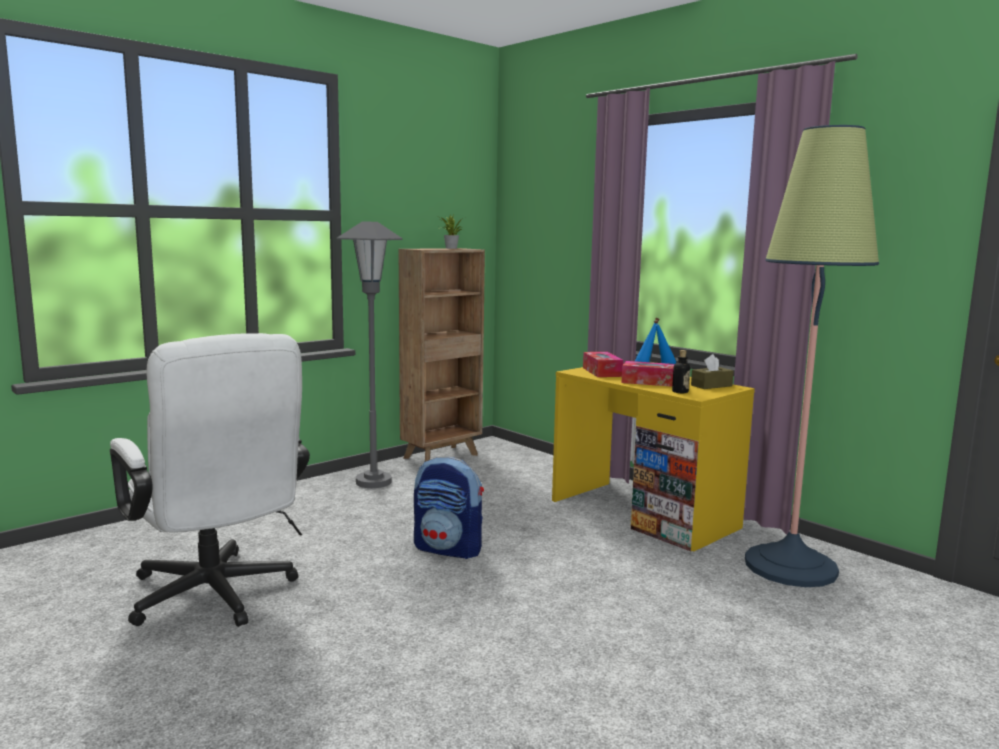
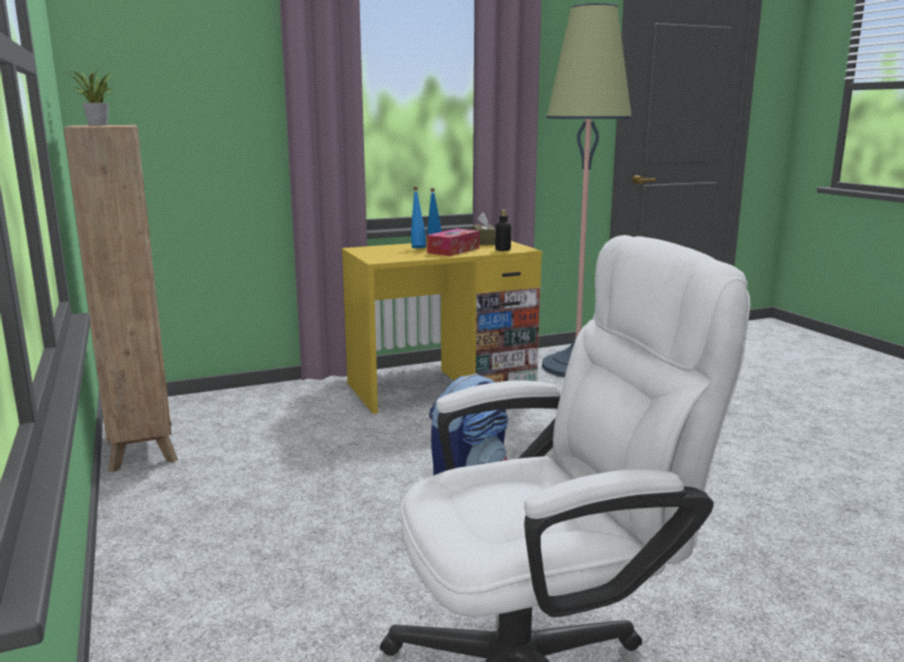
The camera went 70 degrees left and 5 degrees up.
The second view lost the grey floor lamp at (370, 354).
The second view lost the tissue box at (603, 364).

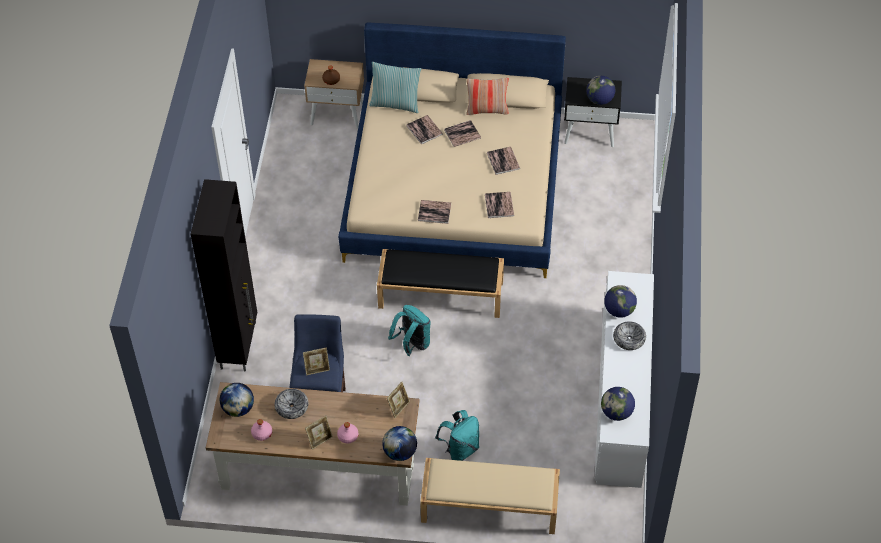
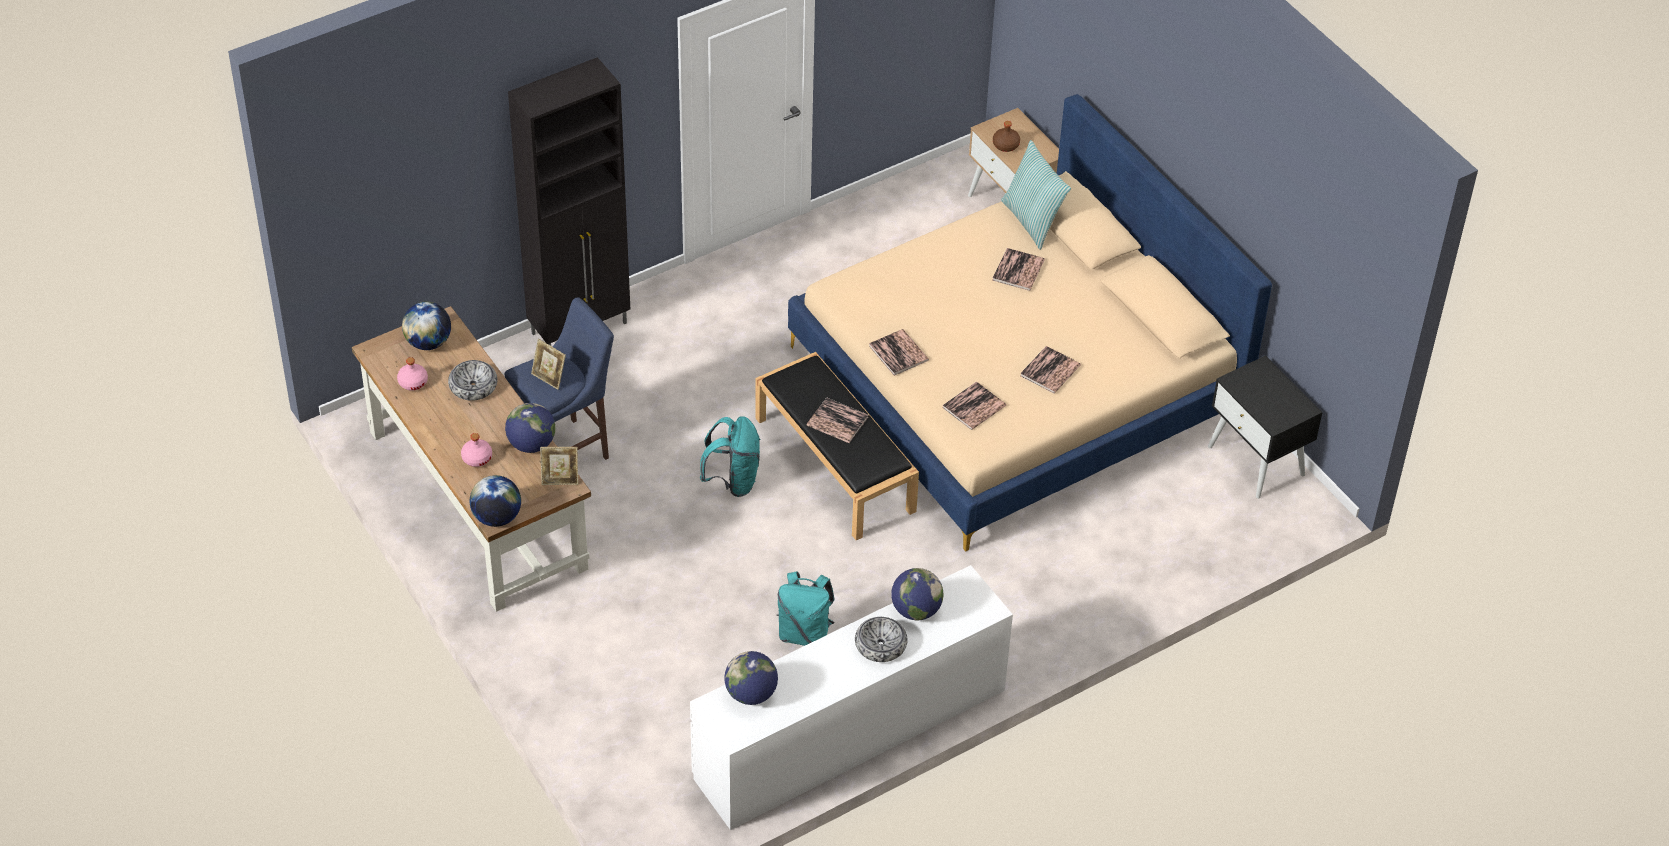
The camera went 50 degrees right and 5 degrees down.
The second view lost the picture frame at (319, 432).
The second view lost the beige bench at (490, 496).
The turquoise backpack ended up elsewhere, having gone from (457, 435) to (806, 608).
The book ended up elsewhere, having gone from (462, 133) to (837, 420).
The second view lost the pillow at (487, 96).
The globe ended up elsewhere, having gone from (600, 90) to (530, 428).

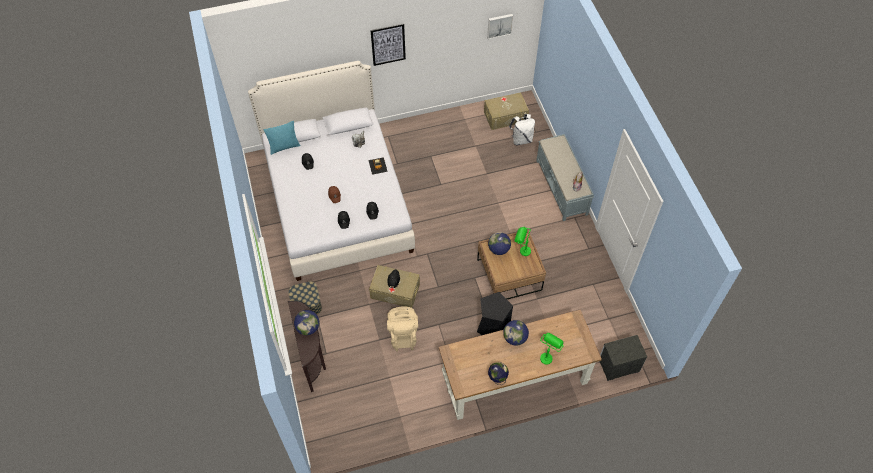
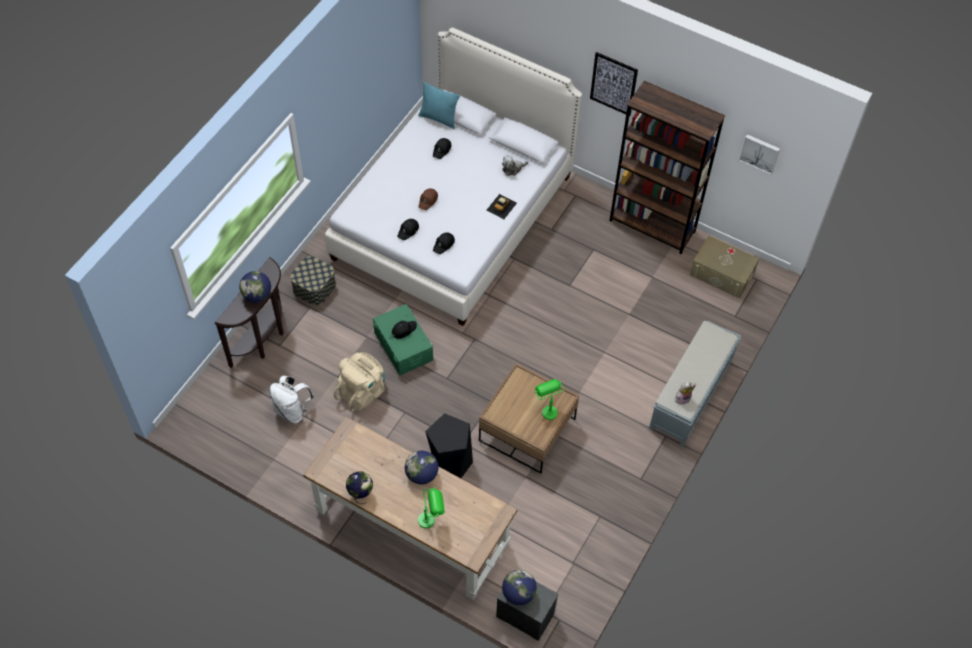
The camera went 45 degrees right and 0 degrees up.
What was the beige storage box at (394, 286) turned into the green storage box at (403, 339).
The globe ended up elsewhere, having gone from (499, 243) to (519, 587).
The white backpack ended up elsewhere, having gone from (522, 129) to (291, 399).
The second view gained the brown bookcase at (667, 167).

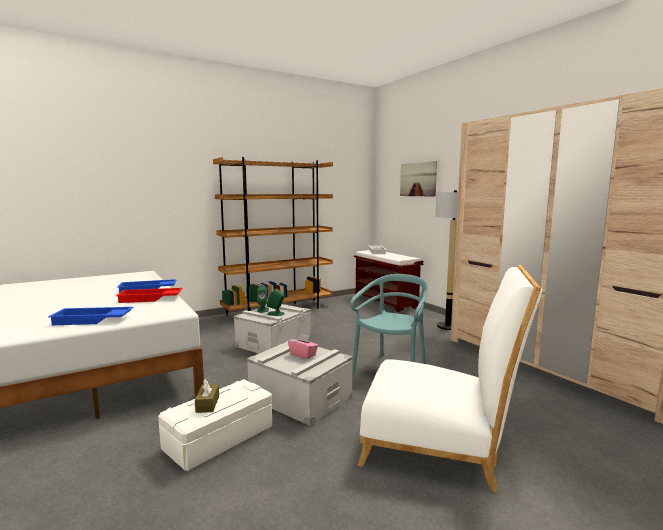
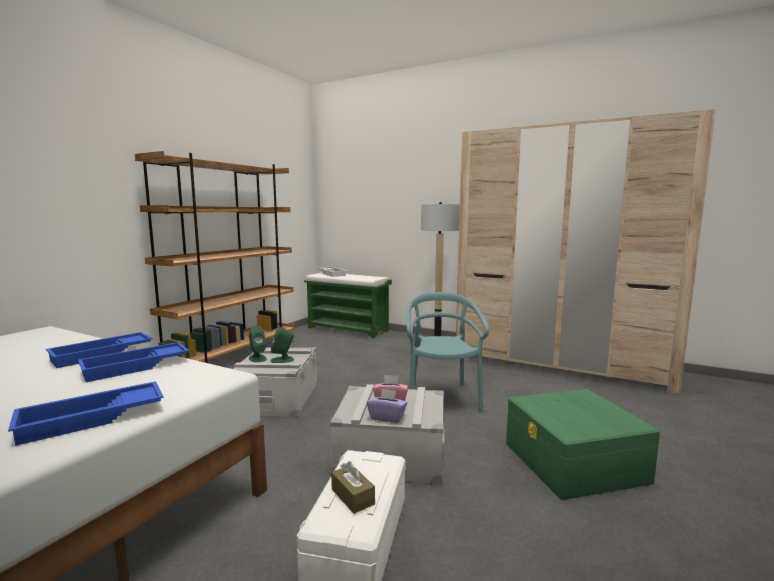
The camera went 30 degrees left and 0 degrees up.
What was the red tray at (149, 295) turned into the blue tray at (133, 362).
What was the brown bench at (389, 281) turned into the green bench at (348, 305).
Where the white chair stood at (449, 378), the green storage box came to stand at (583, 444).
The second view lost the picture at (418, 179).
The second view gained the purple tissue box at (387, 405).

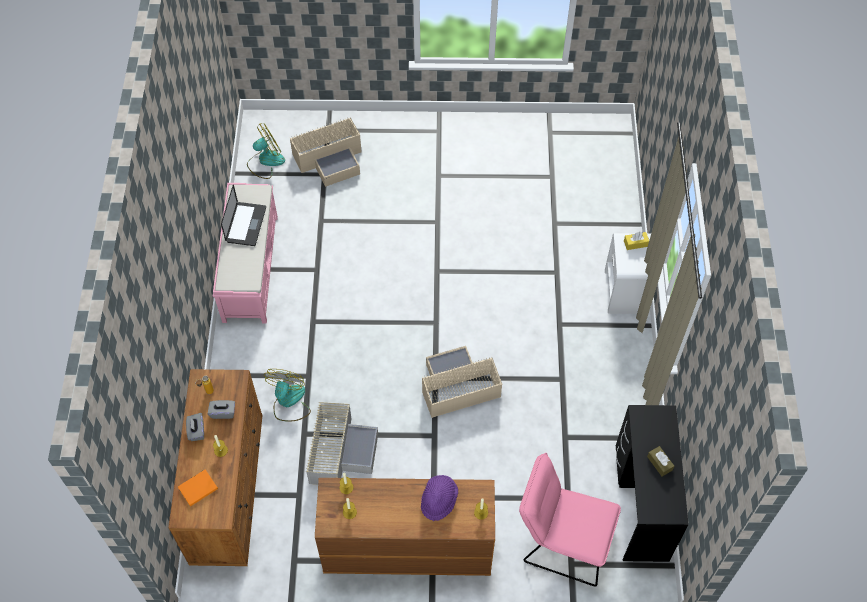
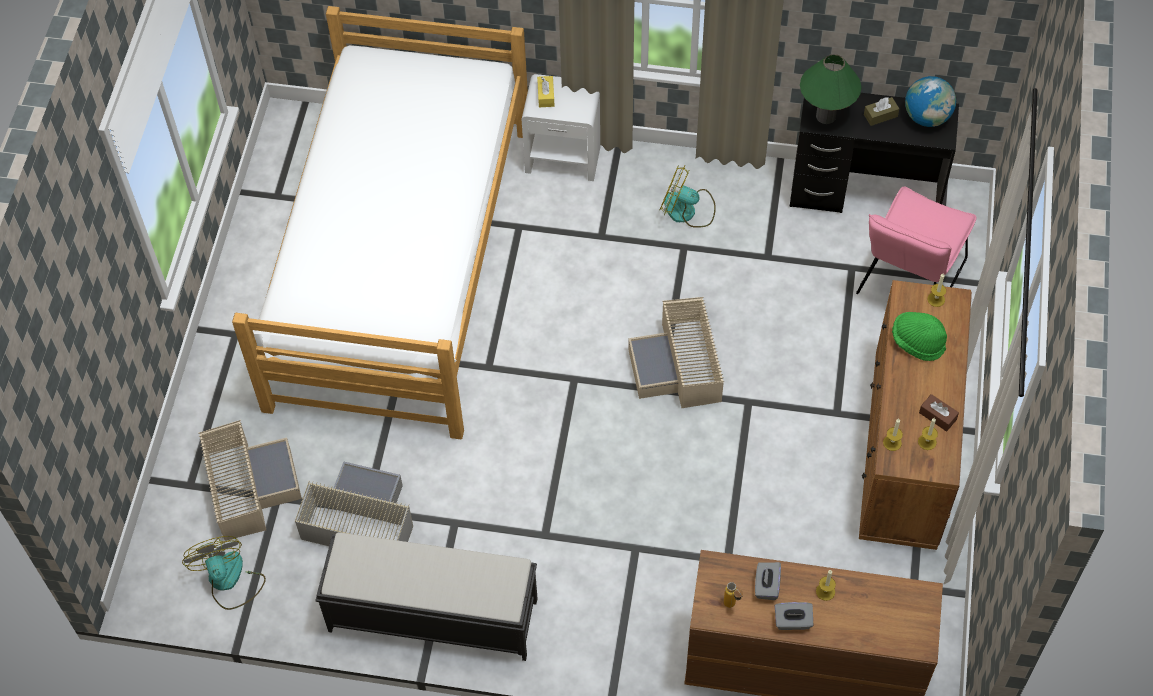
The camera went 80 degrees left and 0 degrees up.
The second view lost the orange book at (198, 488).
What was the pink bench at (245, 253) turned into the black bench at (426, 597).
The second view lost the laptop at (243, 215).
The fan ended up elsewhere, having gone from (287, 395) to (688, 196).
The grey storage box ended up elsewhere, having gone from (342, 443) to (354, 503).
What was the purple hat at (439, 498) turned into the green hat at (919, 336).
The second view gained the bed at (380, 222).
The second view gained the green table lamp at (831, 89).
The second view gained the globe at (930, 101).
The second view gained the brown tissue box at (939, 413).

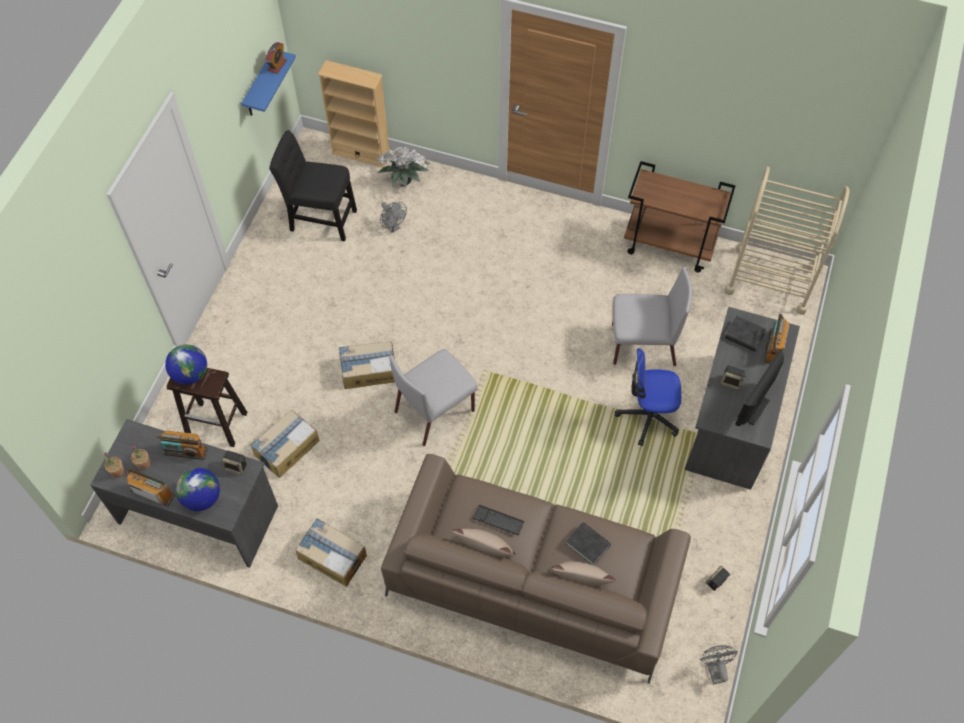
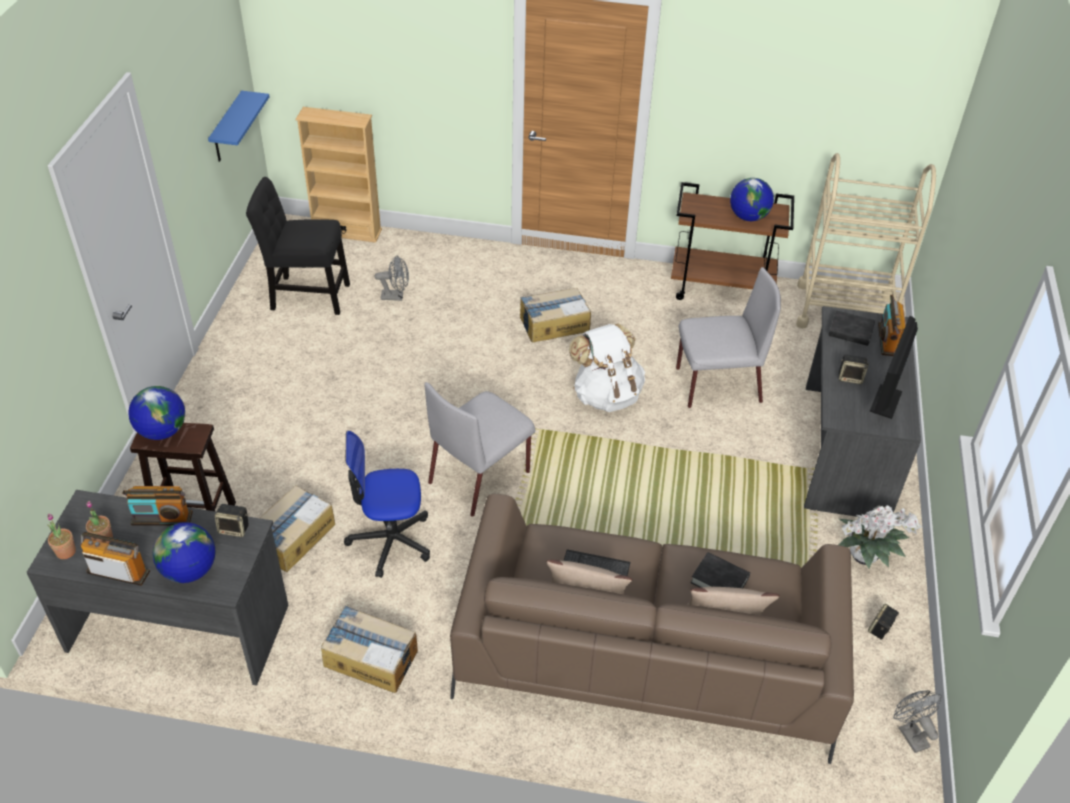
The camera went 10 degrees left and 15 degrees down.
The second view lost the alarm clock at (276, 58).
The cardboard box ended up elsewhere, having gone from (367, 365) to (555, 315).
The potted plant ended up elsewhere, having gone from (403, 166) to (880, 536).
The grey fan at (393, 217) ended up facing another way, 45 degrees counterclockwise from before.
The office chair ended up elsewhere, having gone from (648, 397) to (387, 504).
The second view gained the white backpack at (607, 367).
The second view gained the globe at (752, 199).

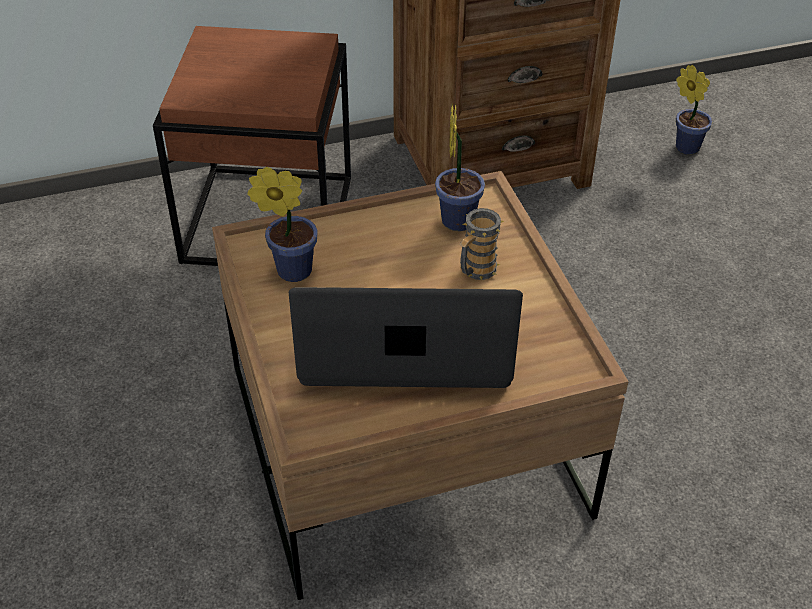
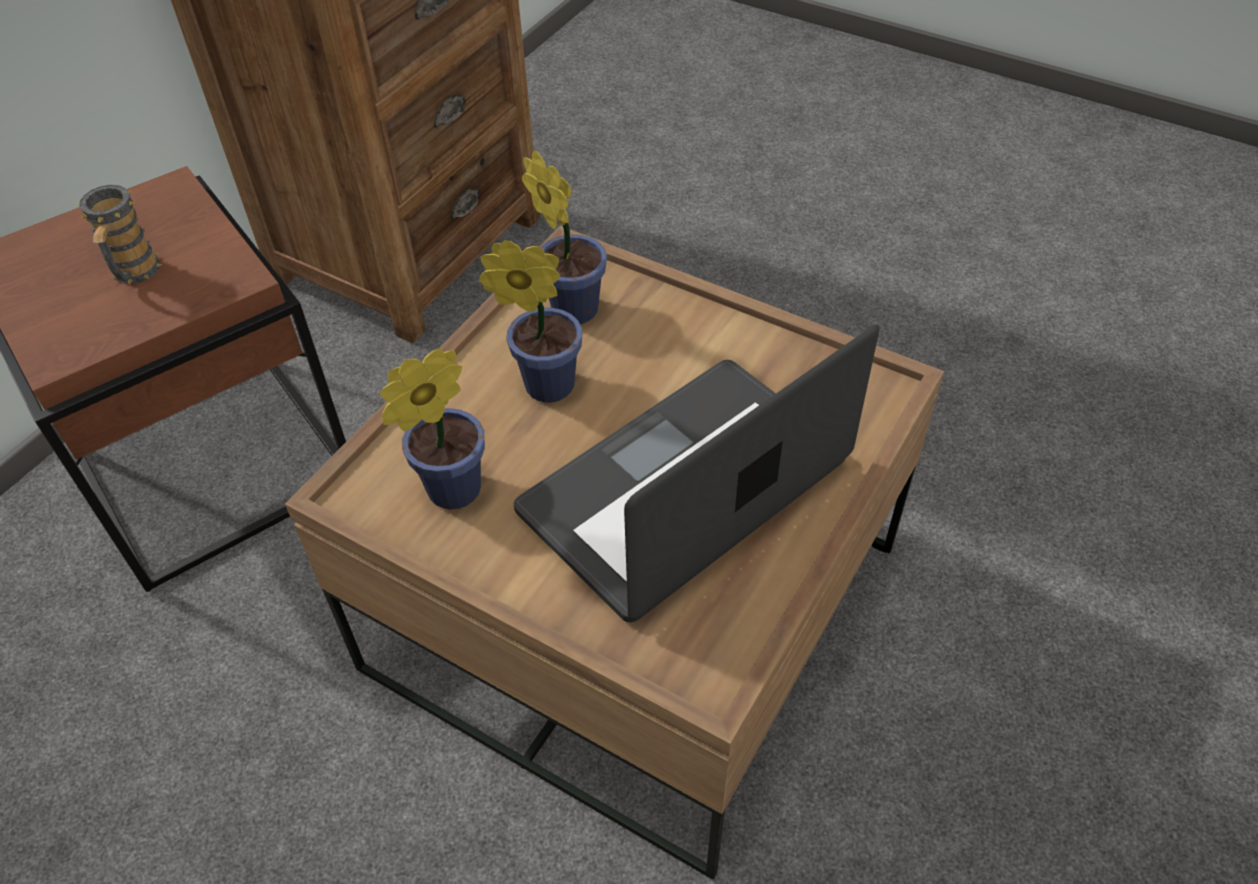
The camera went 40 degrees left and 5 degrees up.
The mug ended up elsewhere, having gone from (481, 244) to (120, 234).
The potted plant ended up elsewhere, having gone from (694, 110) to (530, 321).

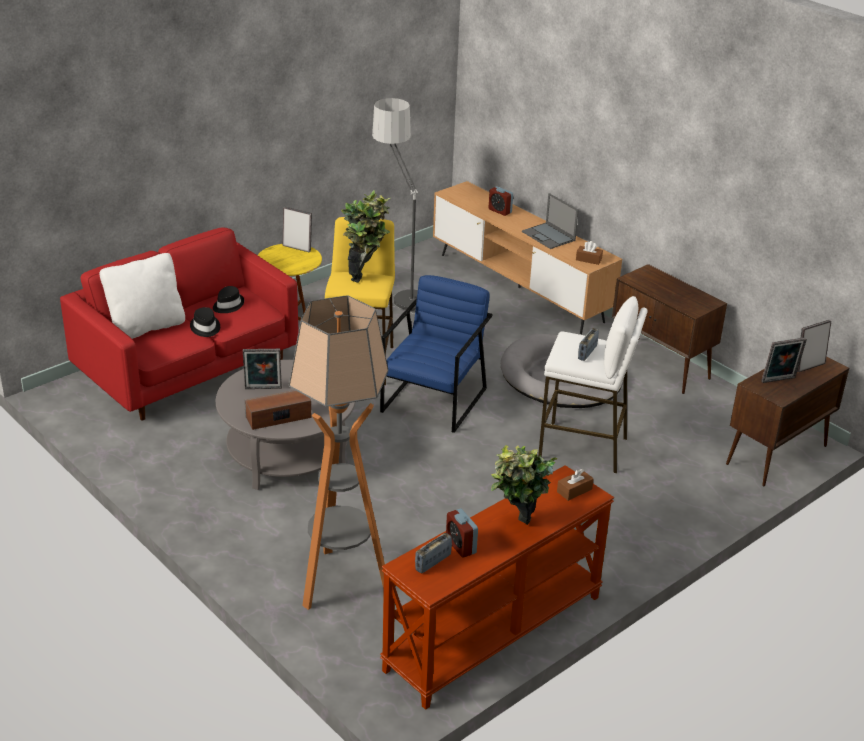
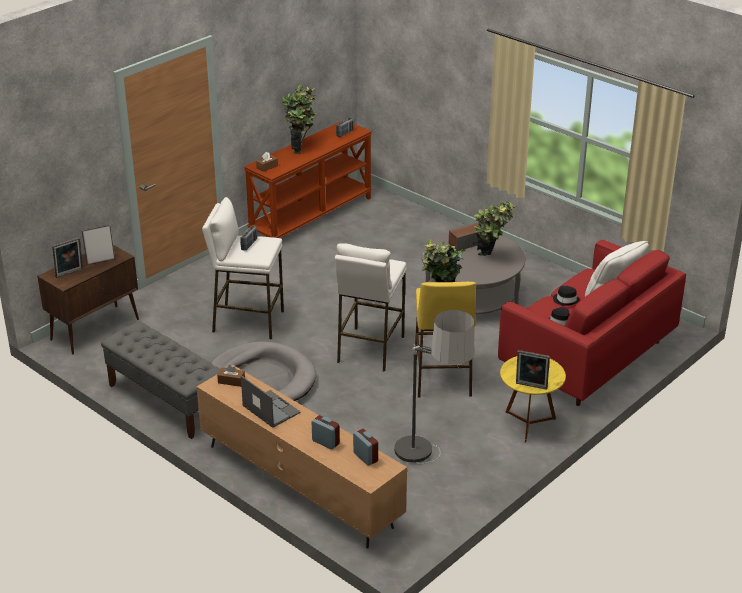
The camera went 175 degrees right and 0 degrees up.
Where the picture frame stood at (262, 369), the potted plant came to stand at (494, 229).
The second view lost the floor lamp at (338, 452).
Where the blue armchair stood at (436, 354), the white stool came to stand at (371, 307).
The alarm clock ended up elsewhere, having gone from (462, 533) to (365, 447).
Where the brown cabinet stood at (669, 329), the grey bench came to stand at (160, 380).

